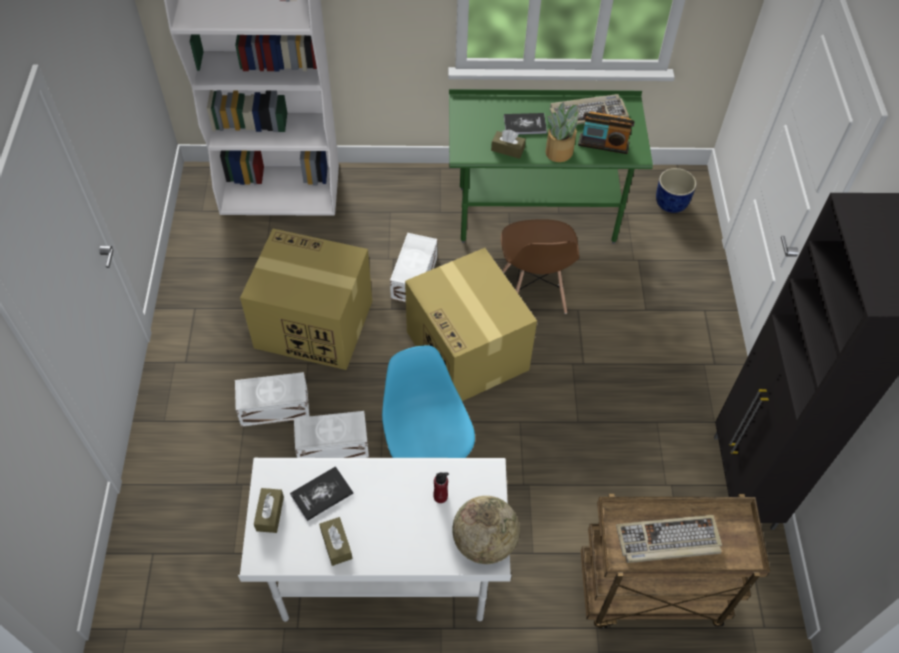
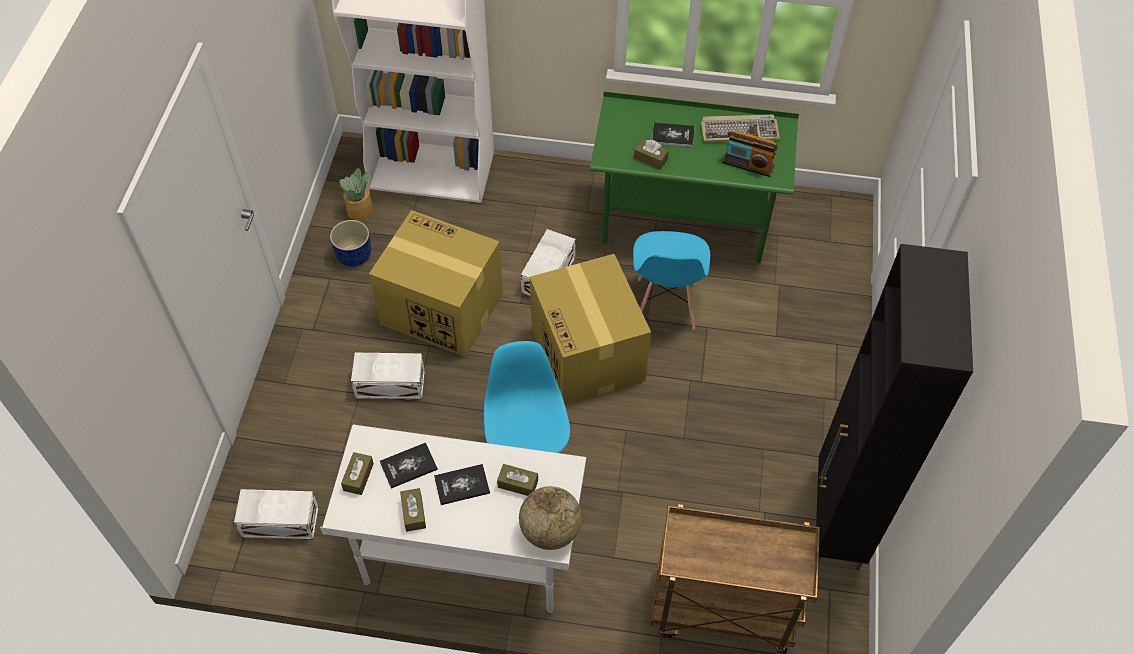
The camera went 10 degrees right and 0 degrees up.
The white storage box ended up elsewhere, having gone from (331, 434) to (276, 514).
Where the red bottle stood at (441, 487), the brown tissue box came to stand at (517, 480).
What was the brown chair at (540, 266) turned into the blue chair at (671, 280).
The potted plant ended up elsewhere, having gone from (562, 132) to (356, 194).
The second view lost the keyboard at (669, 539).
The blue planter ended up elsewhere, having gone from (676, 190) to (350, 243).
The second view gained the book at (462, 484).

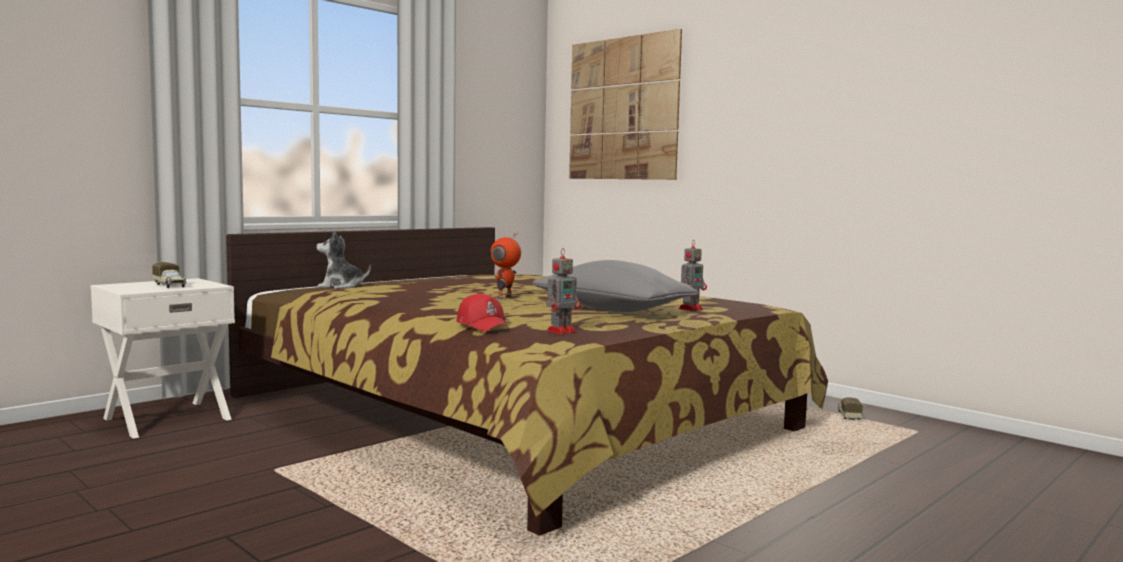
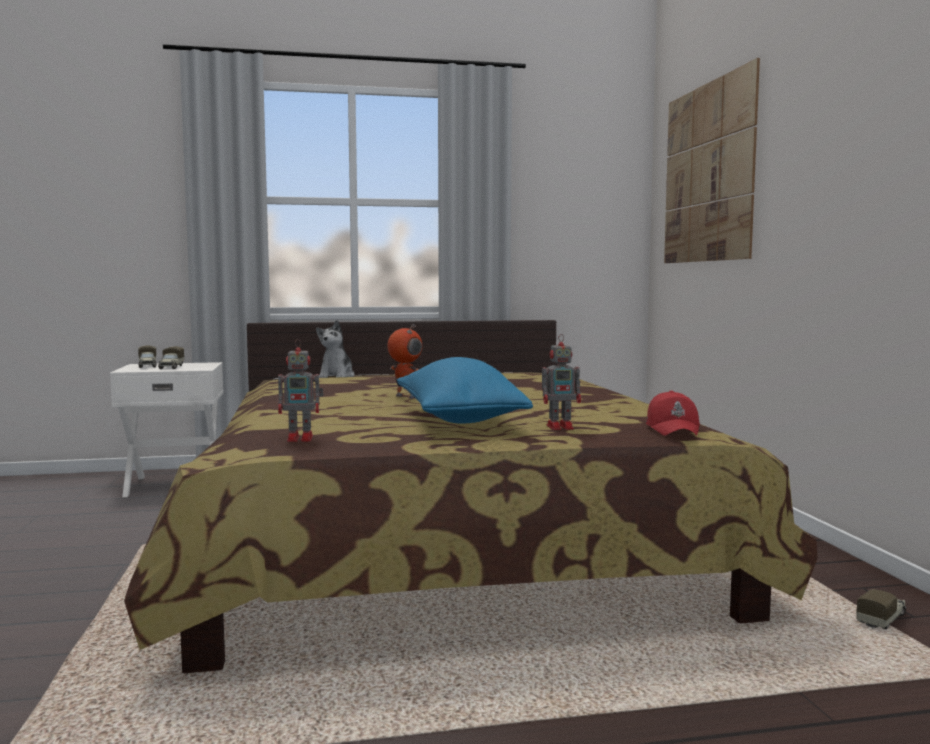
The camera went 35 degrees right and 0 degrees up.
The plush toy at (343, 259) ended up facing another way, 120 degrees counterclockwise from before.
The red cap ended up elsewhere, having gone from (482, 312) to (673, 413).
The toy robot at (505, 266) ended up facing another way, 75 degrees clockwise from before.
What was the grey pillow at (615, 286) turned into the blue pillow at (465, 390).
The second view gained the toy truck at (147, 356).

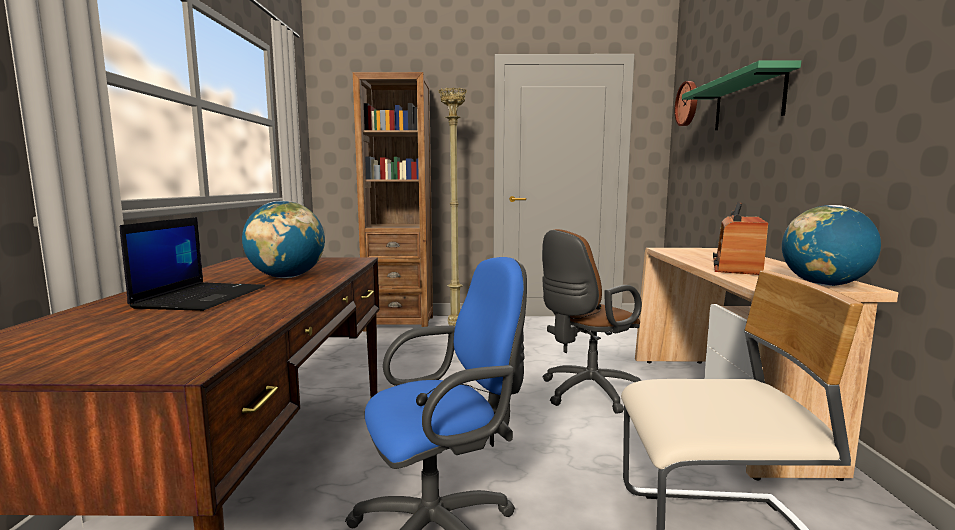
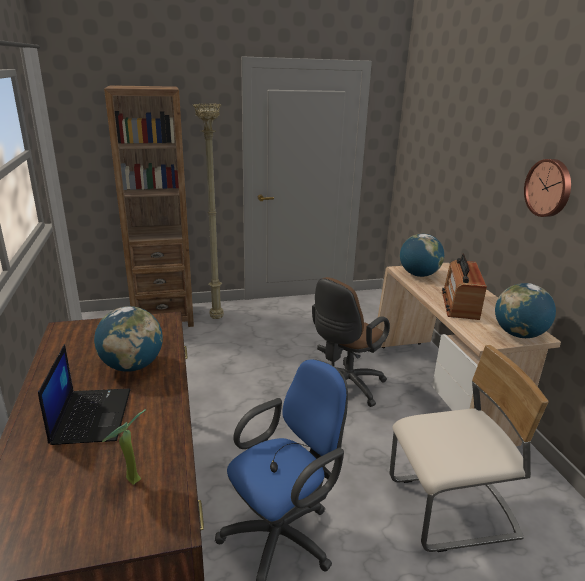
The camera went 15 degrees left and 15 degrees up.
The wall clock ended up elsewhere, having gone from (686, 103) to (547, 188).
The second view lost the green shelf at (741, 95).
The second view gained the potted plant at (124, 447).
The second view gained the globe at (422, 255).

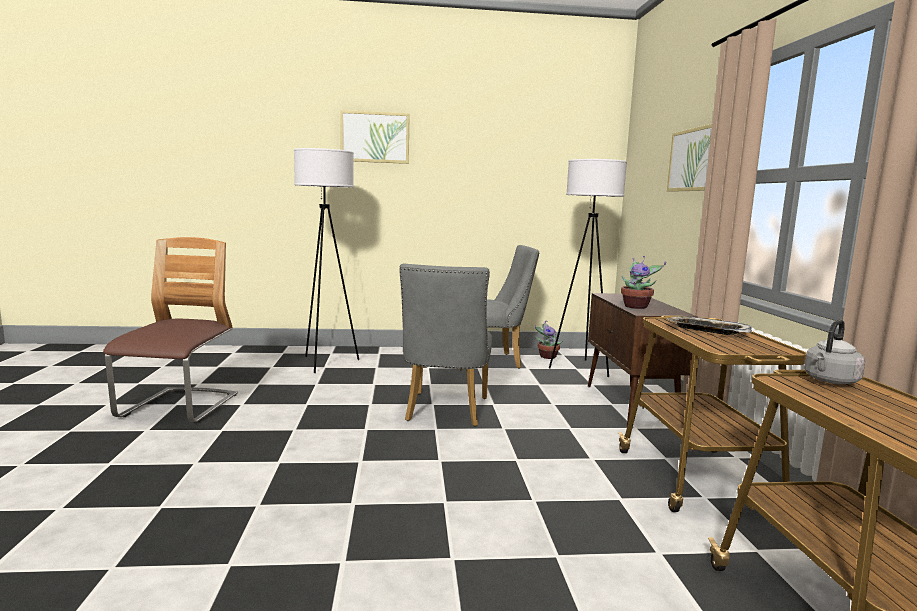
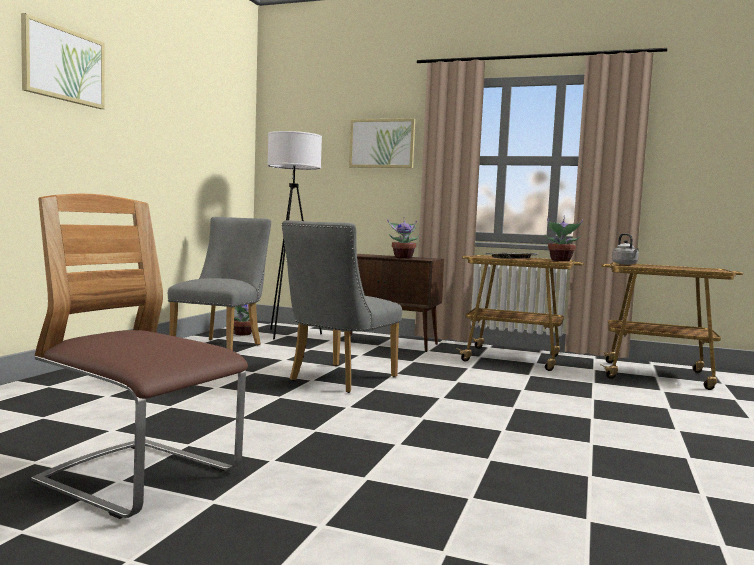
The camera went 65 degrees left and 5 degrees down.
The second view lost the white floor lamp at (326, 260).
The grey chair at (446, 345) ended up facing another way, 90 degrees clockwise from before.
The second view gained the potted plant at (564, 238).

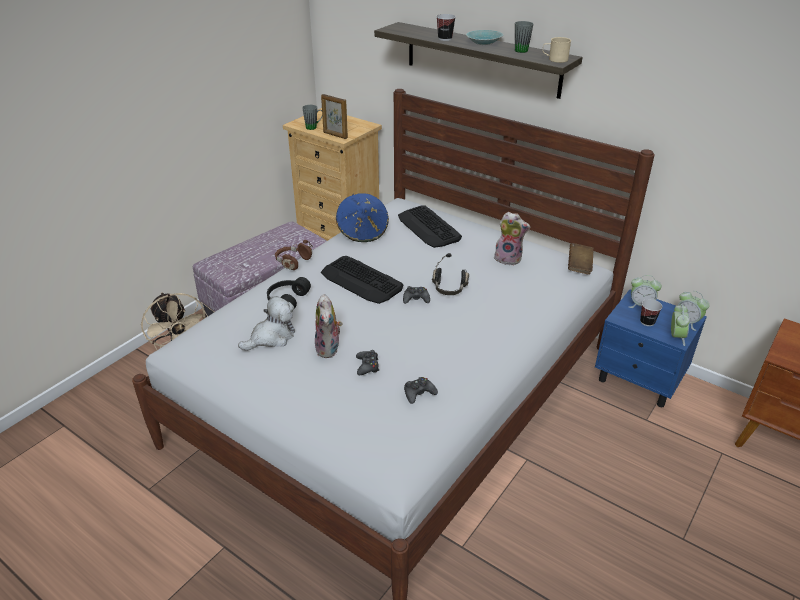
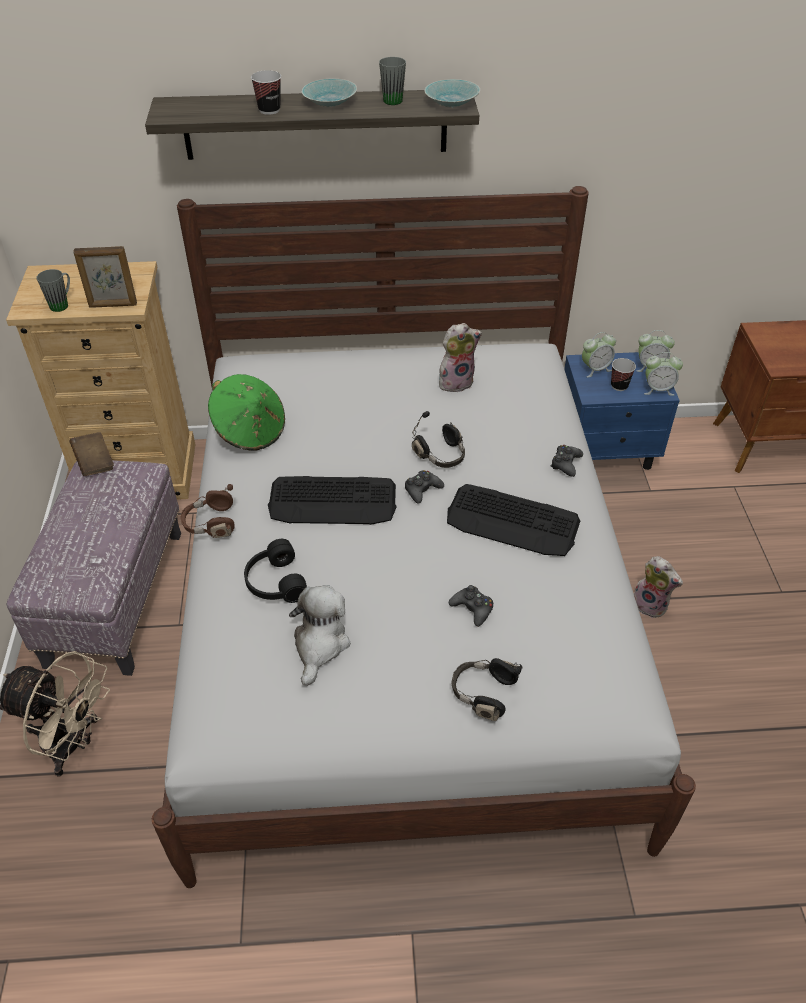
The camera went 40 degrees left and 10 degrees up.
The plush toy ended up elsewhere, having gone from (328, 326) to (658, 587).
What was the blue hat at (362, 217) turned into the green hat at (246, 412).
The keyboard ended up elsewhere, having gone from (430, 227) to (513, 520).
The black game controller ended up elsewhere, having gone from (421, 390) to (566, 461).
Where the beige mug stood at (557, 50), the turquoise bowl came to stand at (452, 93).
The brown book ended up elsewhere, having gone from (581, 259) to (92, 454).
The alarm clock at (680, 325) ended up facing another way, 120 degrees clockwise from before.
The second view gained the black headphones at (487, 689).

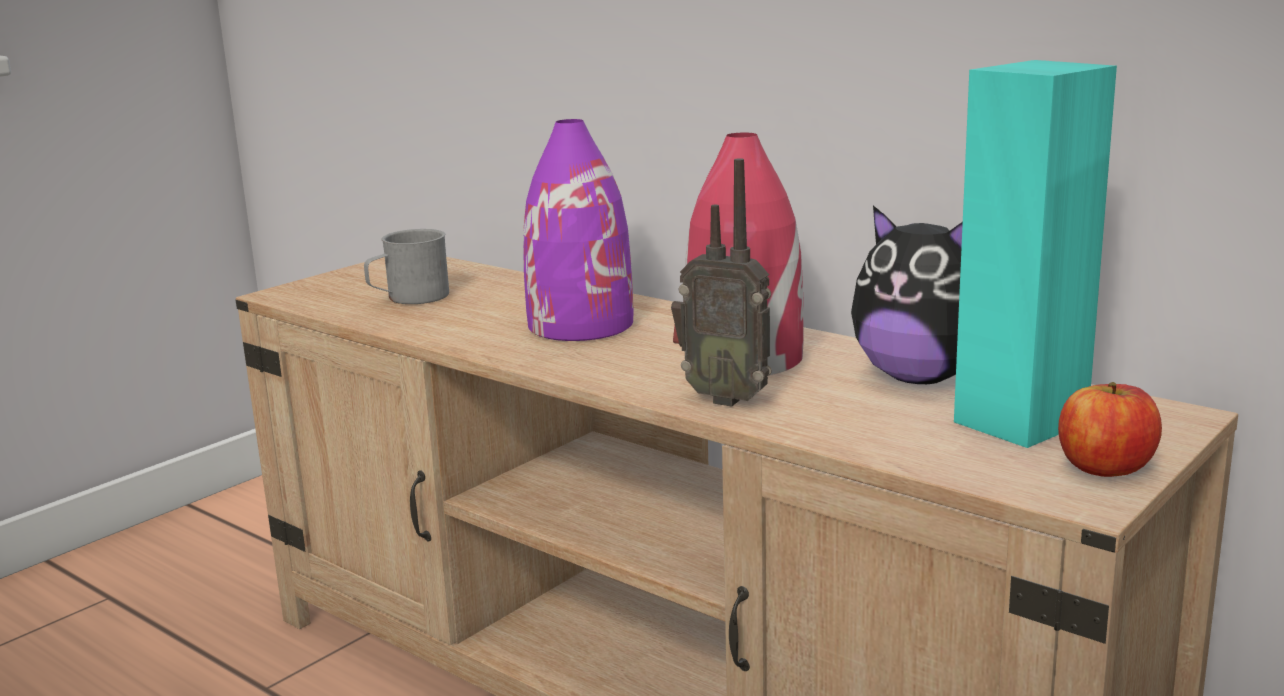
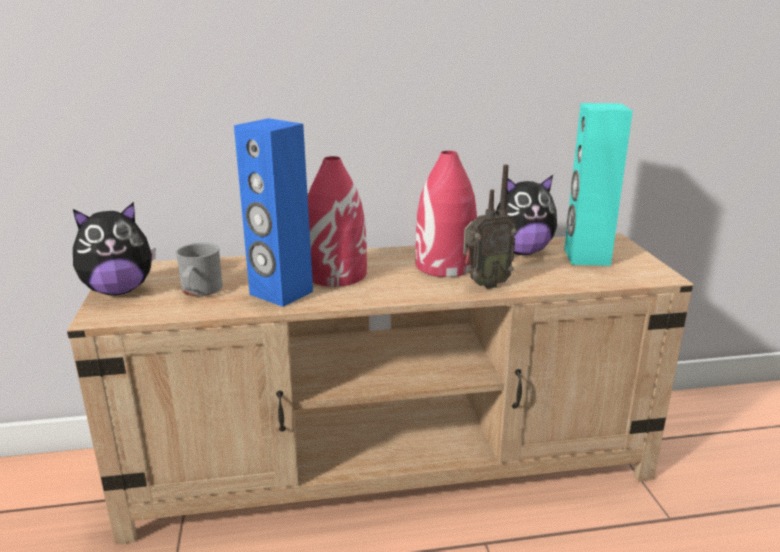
The camera went 50 degrees left and 5 degrees up.
What was the purple vase at (578, 230) turned into the red vase at (337, 221).
The second view lost the apple at (1110, 429).
The second view gained the plush toy at (114, 248).
The second view gained the blue speaker at (273, 212).

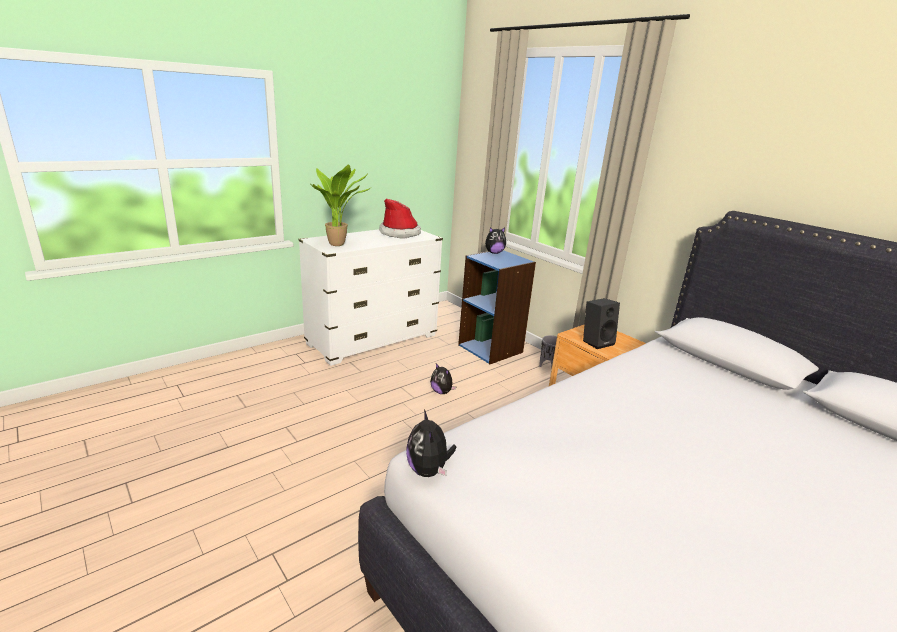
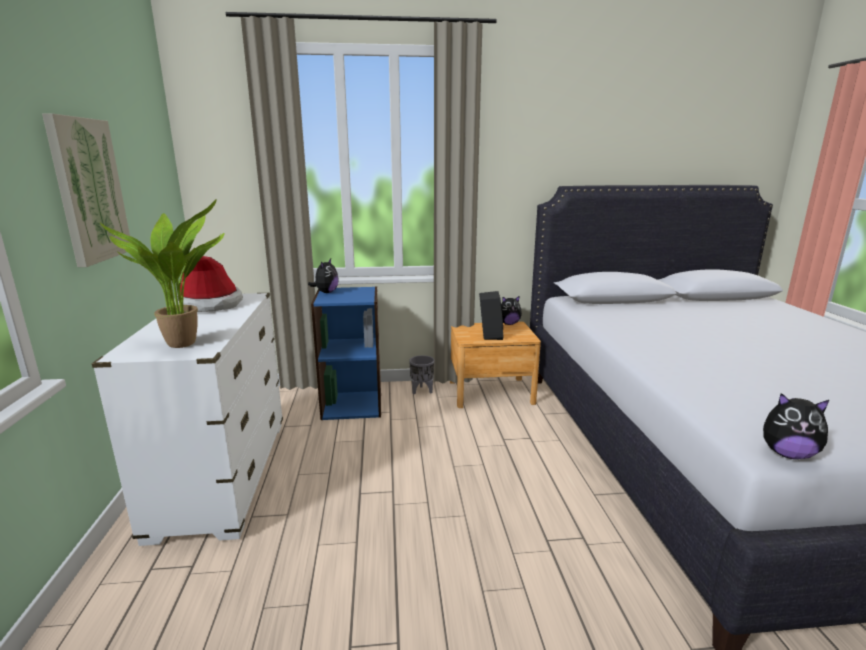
The camera went 55 degrees left and 5 degrees down.
The plush toy ended up elsewhere, having gone from (443, 378) to (511, 310).
The second view gained the picture at (86, 190).

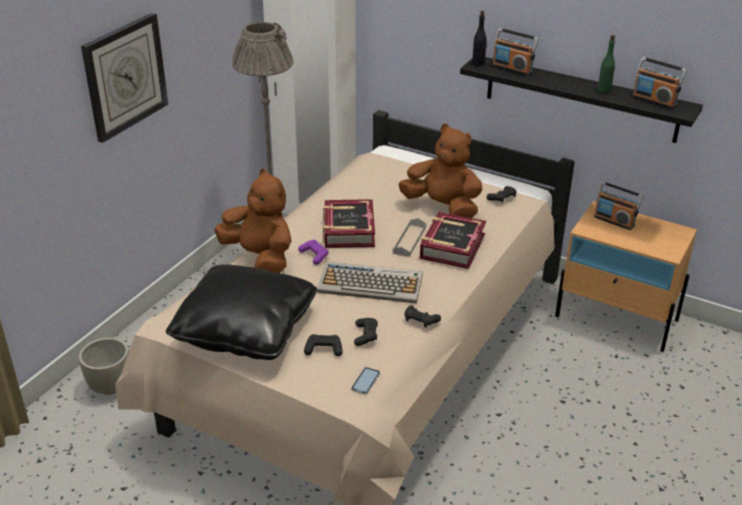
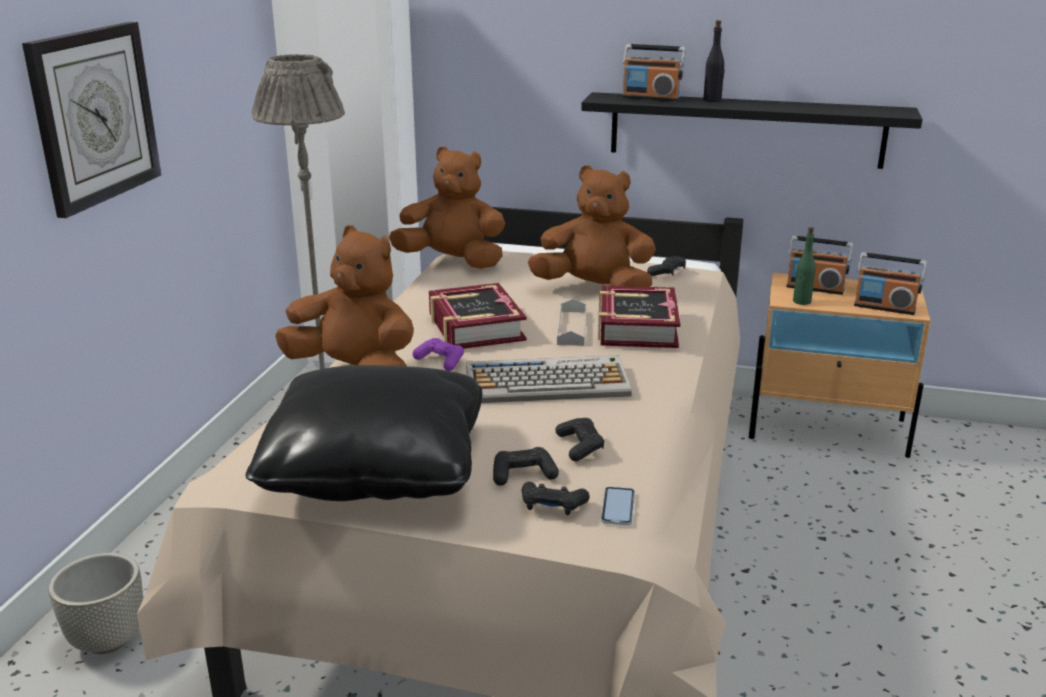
The camera went 15 degrees left and 10 degrees down.
The black game controller ended up elsewhere, having gone from (423, 316) to (556, 498).
The black bottle ended up elsewhere, having gone from (479, 38) to (714, 61).
The green bottle ended up elsewhere, having gone from (606, 64) to (804, 266).
The radio ended up elsewhere, having gone from (659, 83) to (890, 283).
The second view gained the brown plush toy at (447, 207).

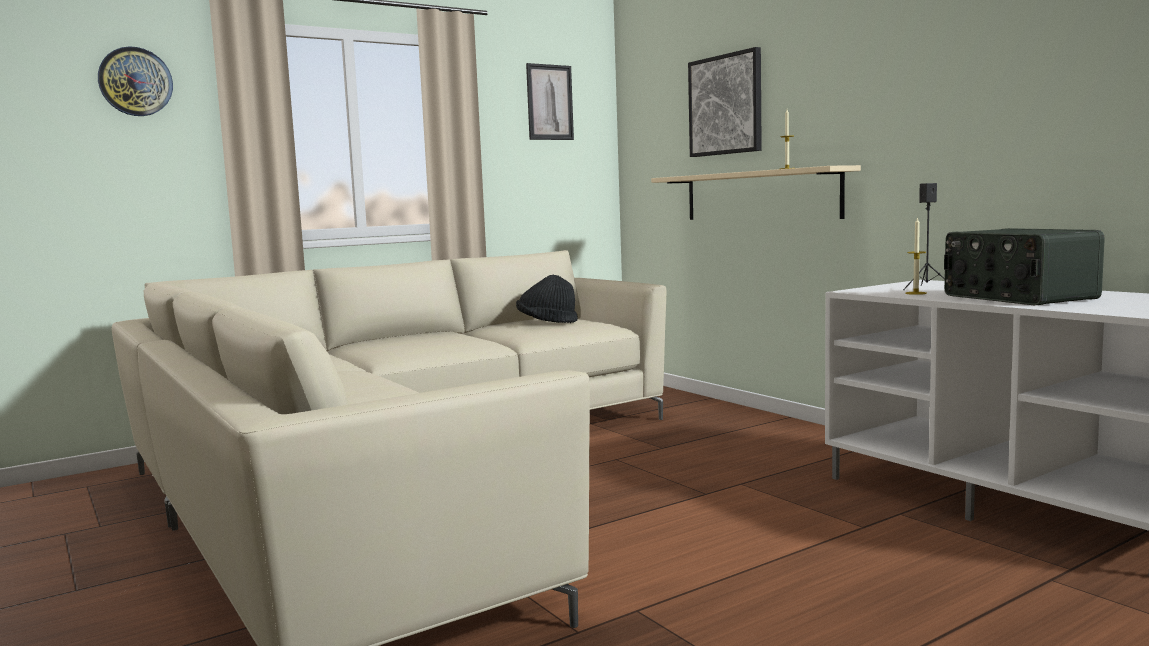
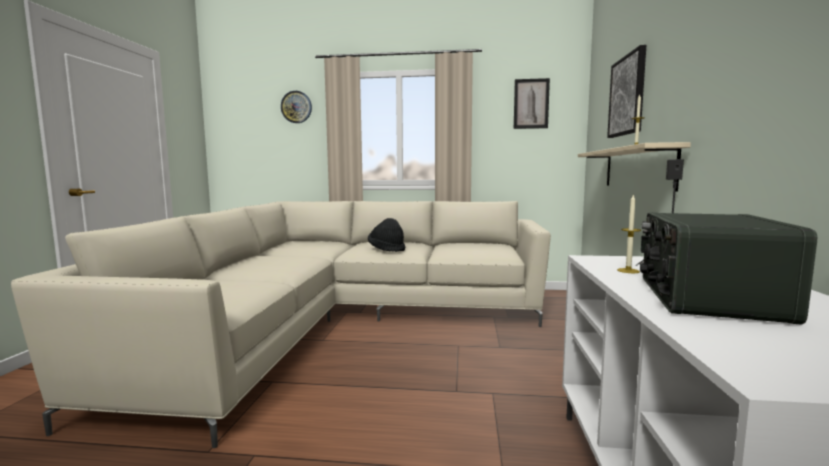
The camera went 40 degrees right and 0 degrees up.
The black hat ended up elsewhere, having gone from (547, 299) to (386, 235).

